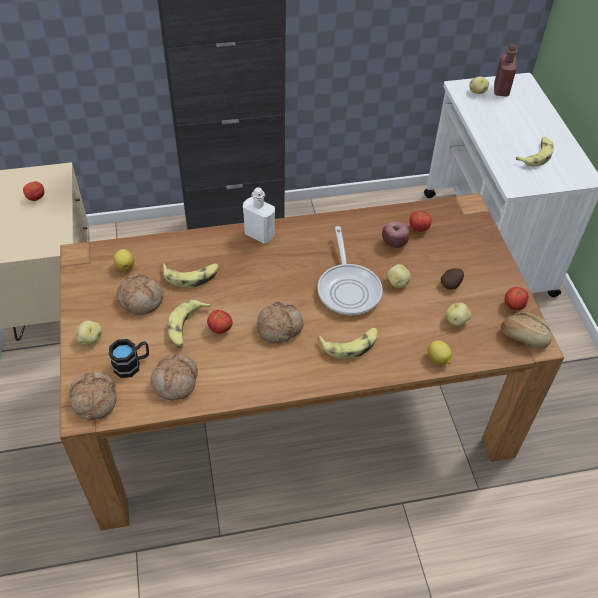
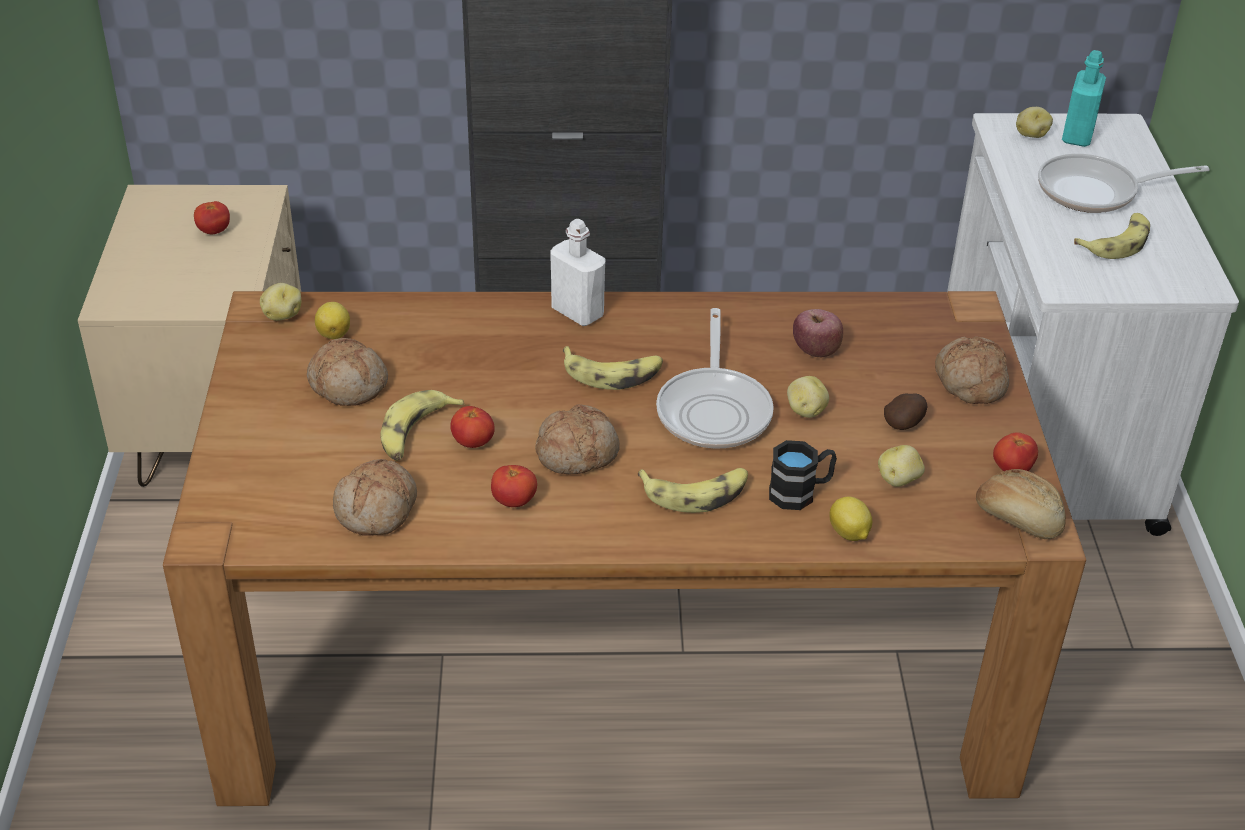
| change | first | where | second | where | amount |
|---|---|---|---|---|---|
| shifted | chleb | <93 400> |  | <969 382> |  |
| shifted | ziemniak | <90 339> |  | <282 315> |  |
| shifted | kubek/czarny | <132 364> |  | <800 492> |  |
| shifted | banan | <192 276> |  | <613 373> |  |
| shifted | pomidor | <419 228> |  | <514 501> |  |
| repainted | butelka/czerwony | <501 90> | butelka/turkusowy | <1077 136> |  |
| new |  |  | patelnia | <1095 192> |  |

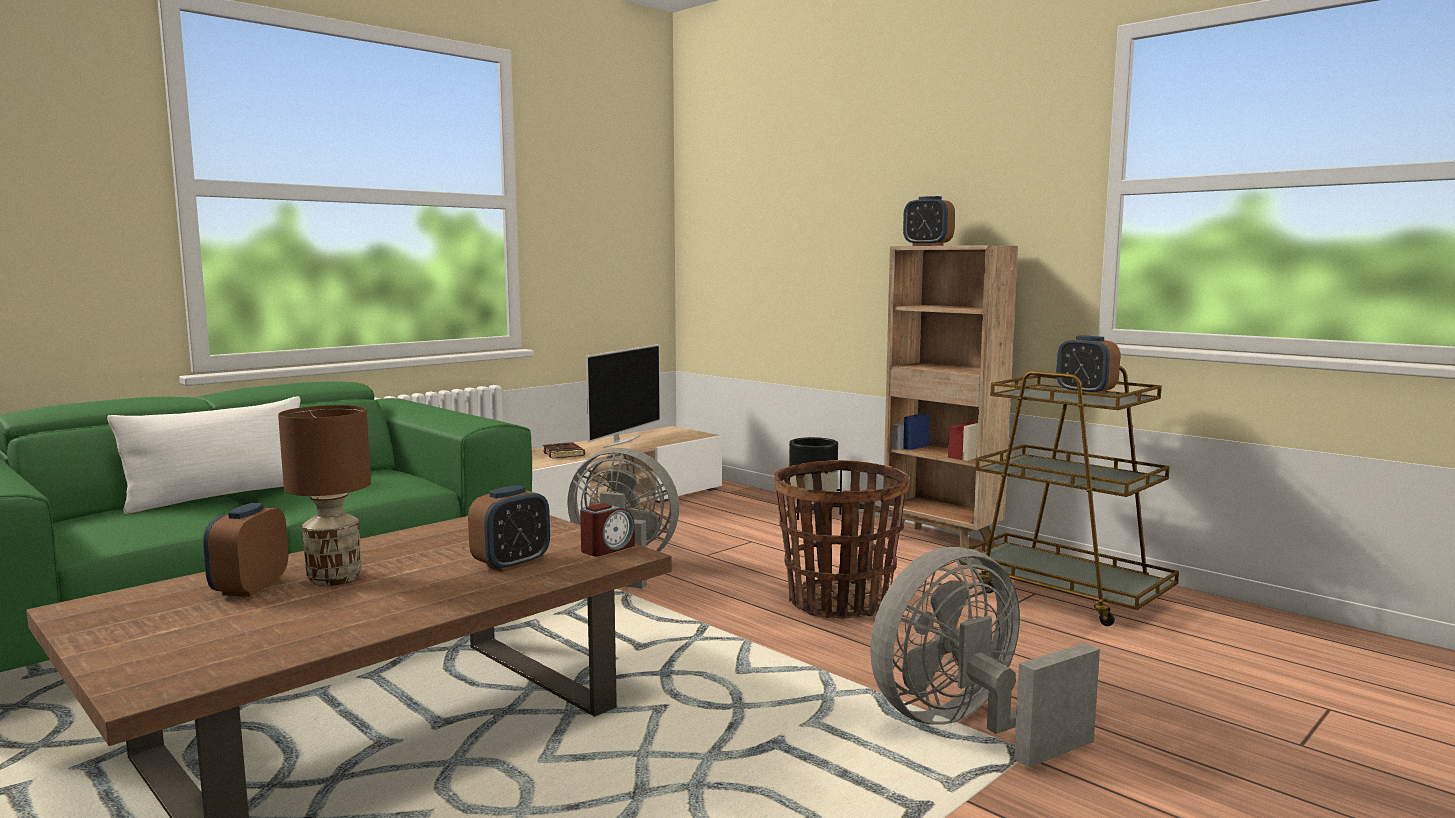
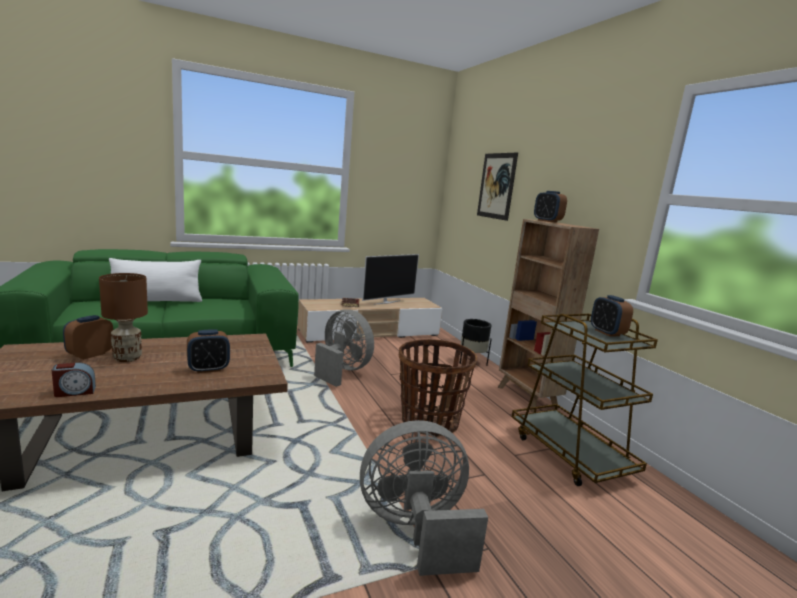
| change | first | where | second | where | amount |
|---|---|---|---|---|---|
| shifted | budzik | <607 549> |  | <75 392> |  |
| new |  |  | obraz | <496 186> |  |

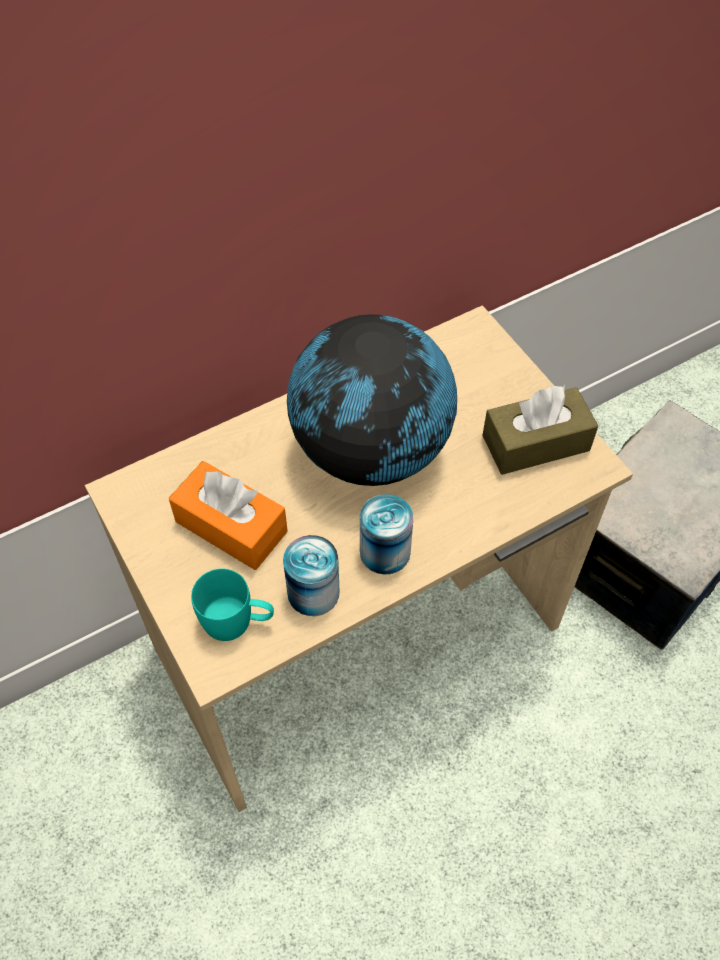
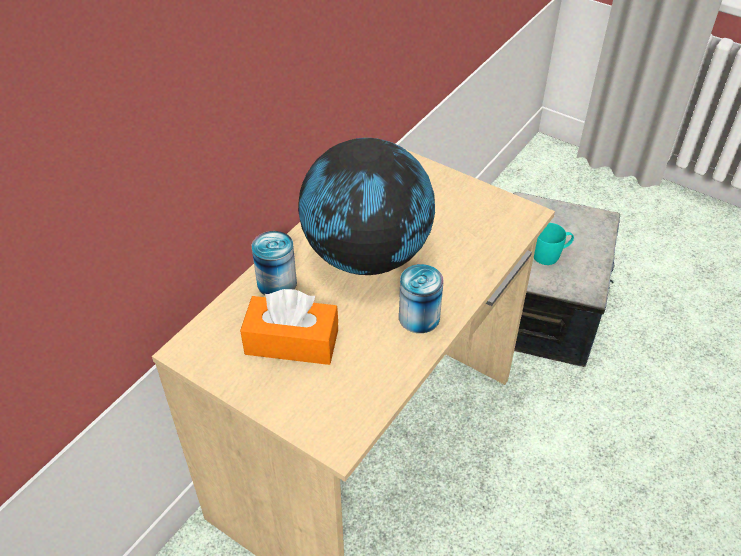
| change | first | where | second | where | amount |
|---|---|---|---|---|---|
| shifted | kubek/turkusowy | <237 621> |  | <551 255> |  |
| shifted | puszka | <313 592> |  | <277 283> |  |
| gone | pudełko chusteczek/brązowy | <535 443> |  |  |  |

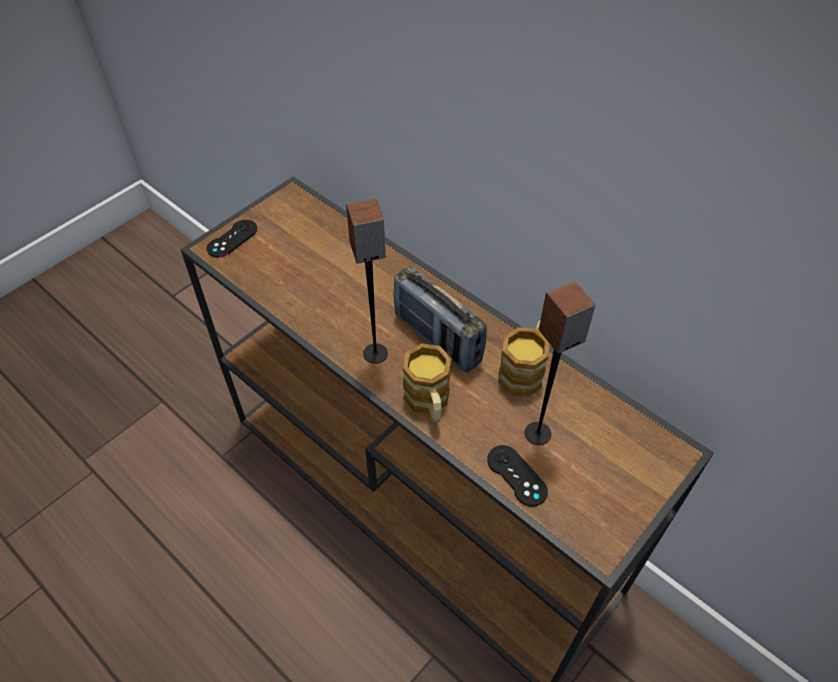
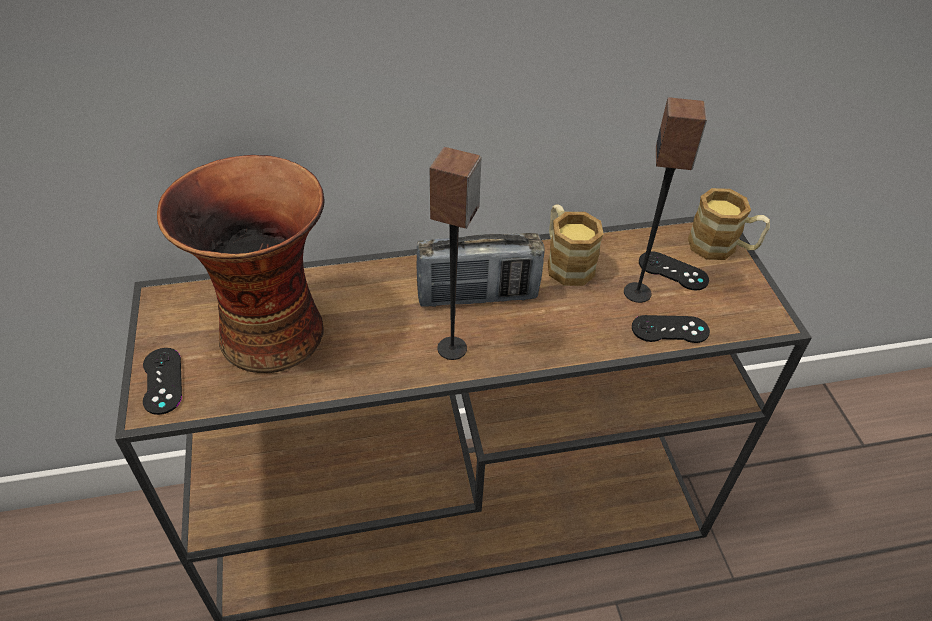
| change | first | where | second | where | amount |
|---|---|---|---|---|---|
| shifted | kubek | <429 403> |  | <722 247> |  |
| new |  |  | wazon | <271 330> |  |
| new |  |  | pad do gier/czarny | <673 271> |  |

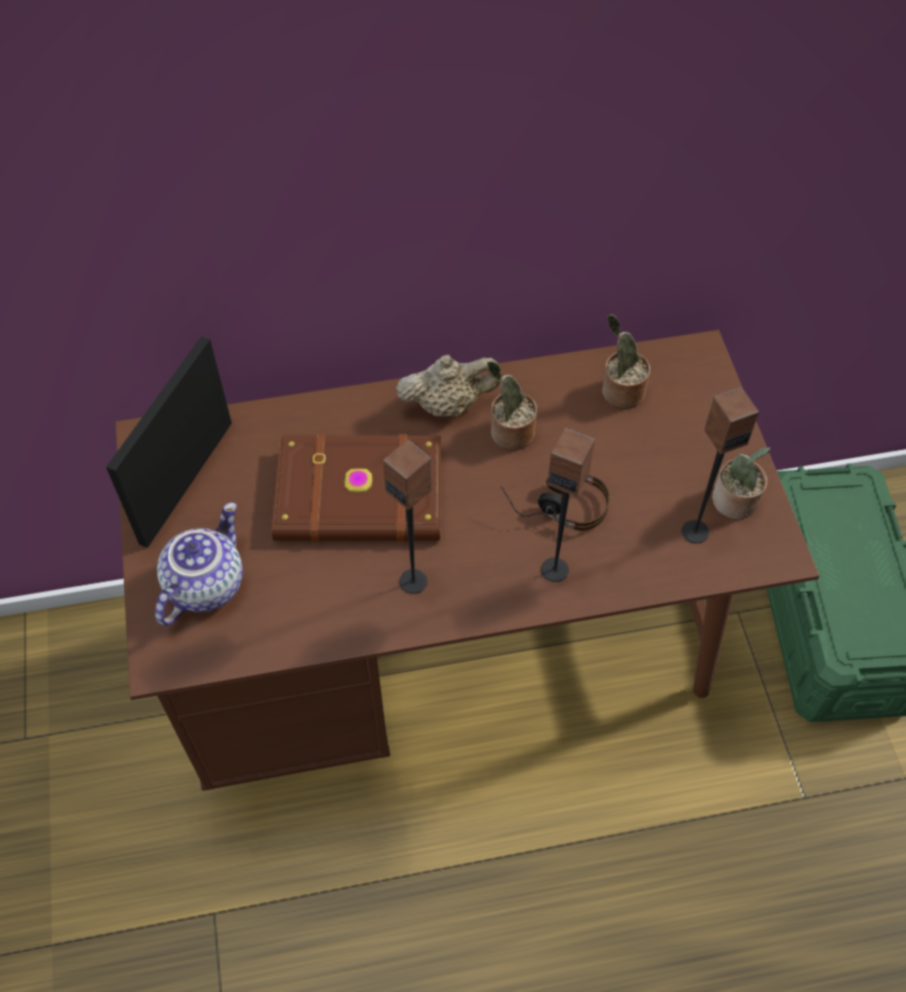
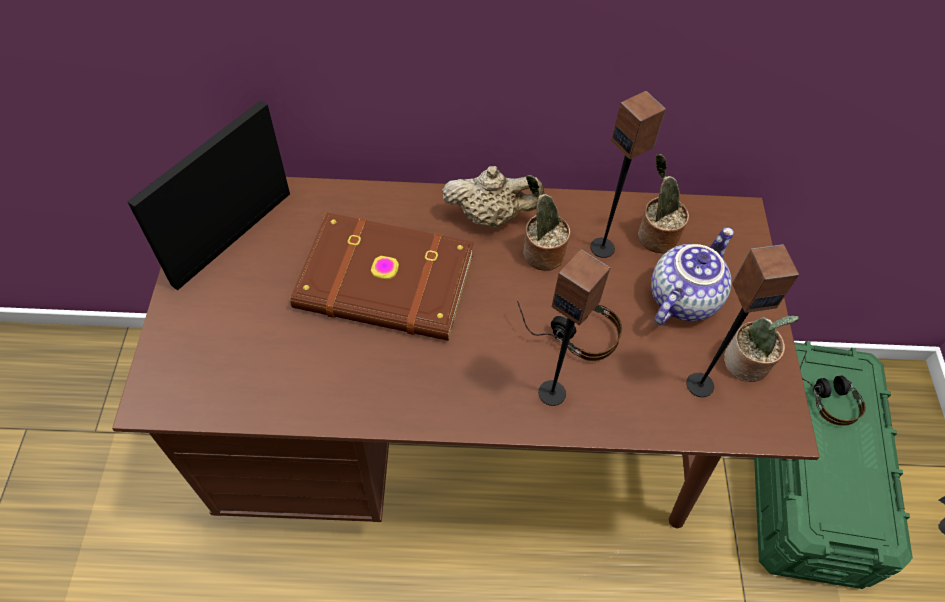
| change | first | where | second | where | amount |
|---|---|---|---|---|---|
| shifted | imbryk | <204 584> |  | <681 297> |  |
| shifted | głośnik | <414 581> |  | <603 247> |  |
| new |  |  | słuchawki | <825 392> |  |

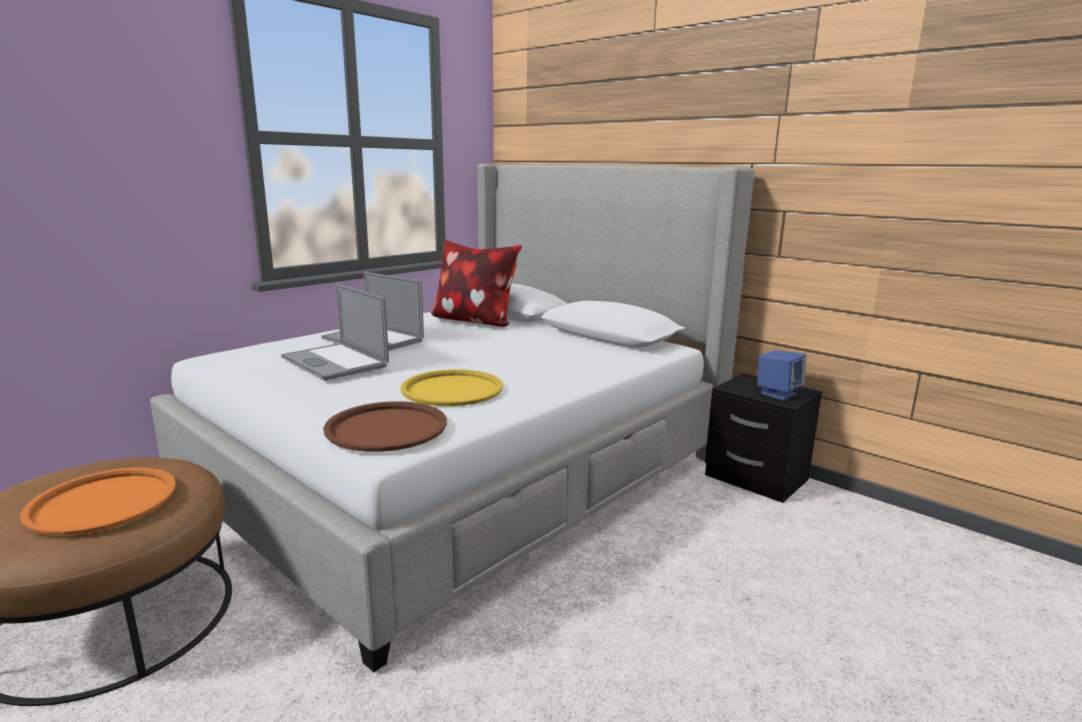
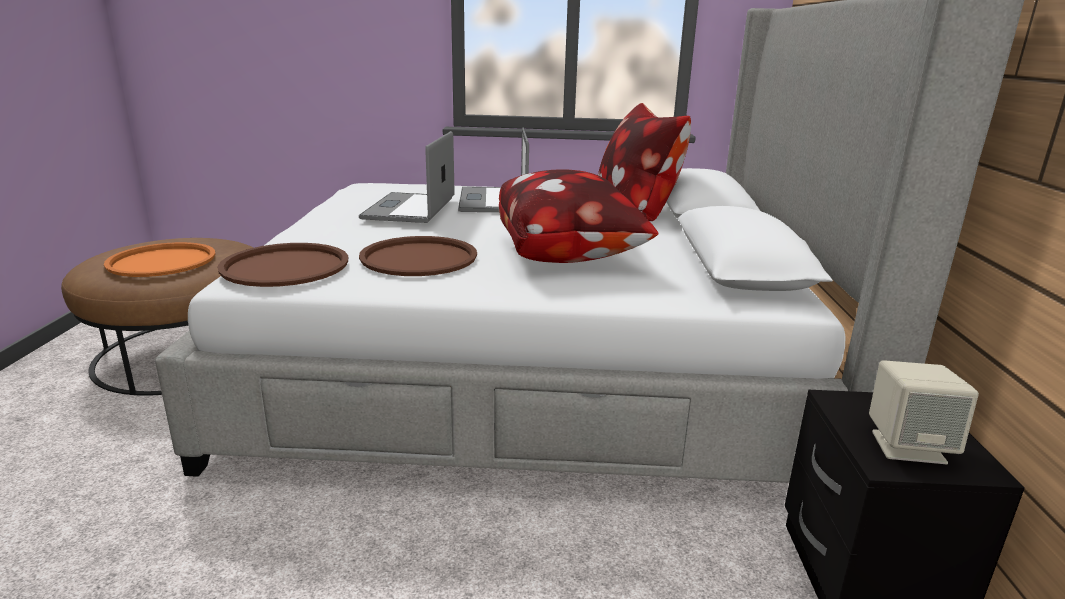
| change | first | where | second | where | amount |
|---|---|---|---|---|---|
| repainted | taca/żółty | <452 389> | taca/brązowy | <419 258> |  |
| repainted | głośnik/niebieski | <778 393> | głośnik/beżowy | <907 446> |  |
| new |  |  | poduszka | <569 256> |  |

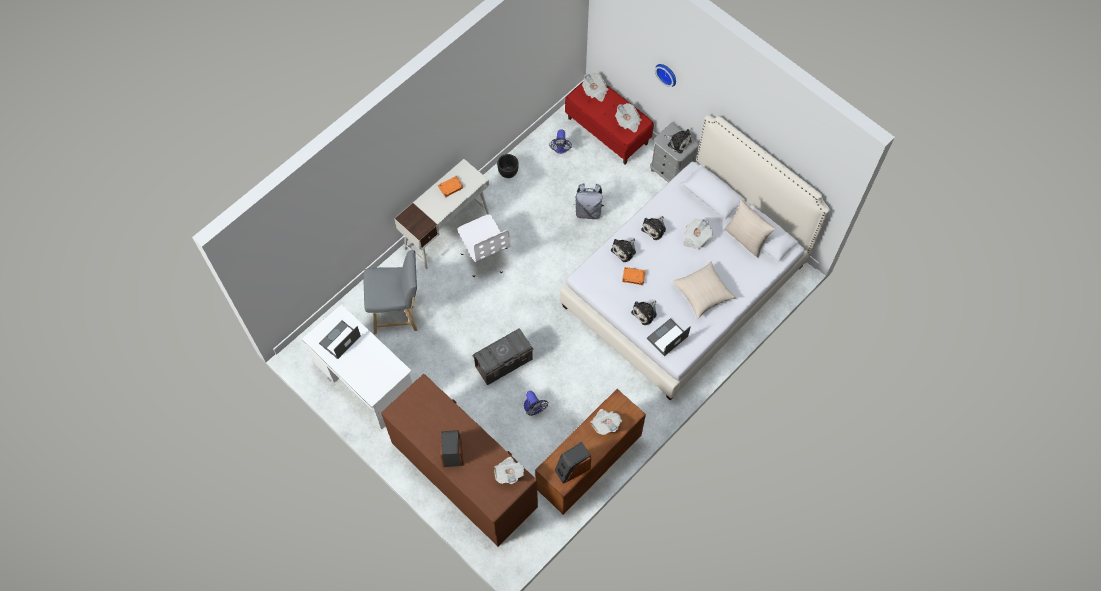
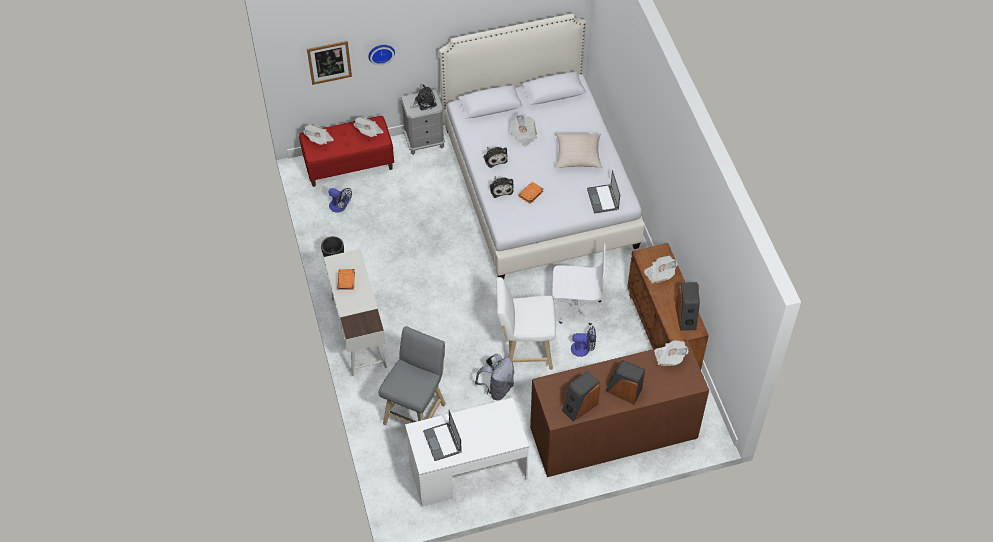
| change | first | where | second | where | amount |
|---|---|---|---|---|---|
| shifted | krzesło biurowe/biały | <485 257> |  | <575 306> |  |
| swapped | pojemnik do przechowywania/szary | <504 363> | stołek/biały | <524 351> |  |
| shifted | plecak/szary | <588 211> |  | <497 388> |  |
| gone | pluszak | <645 313> |  |  |  |
| gone | poduszka/beżowy | <746 239> |  |  |  |
| new |  |  | obraz | <329 62> |  |
| new |  |  | głośnik | <579 406> |  |

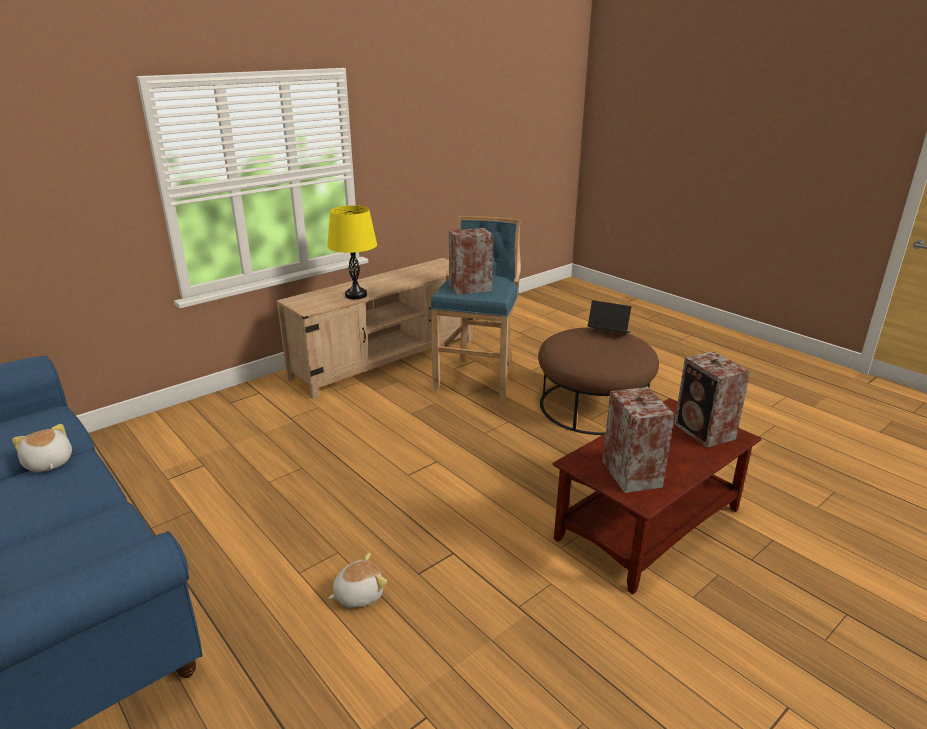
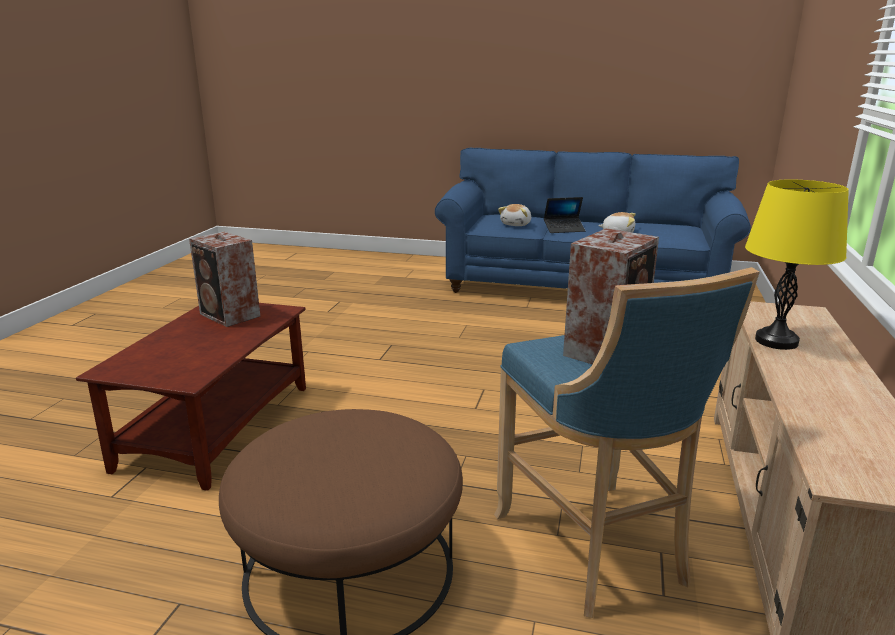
| change | first | where | second | where | amount |
|---|---|---|---|---|---|
| shifted | pluszak | <358 594> |  | <516 224> |  |
| shifted | laptop | <608 333> |  | <564 229> |  |
| gone | głośnik | <704 432> |  |  |  |

